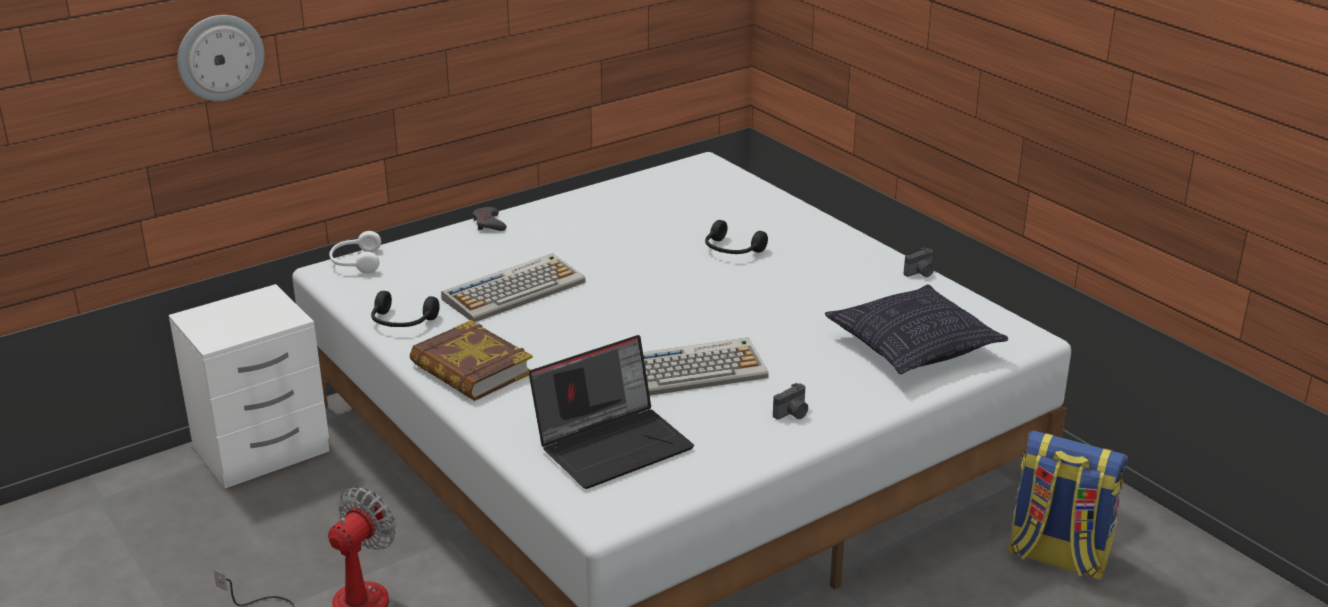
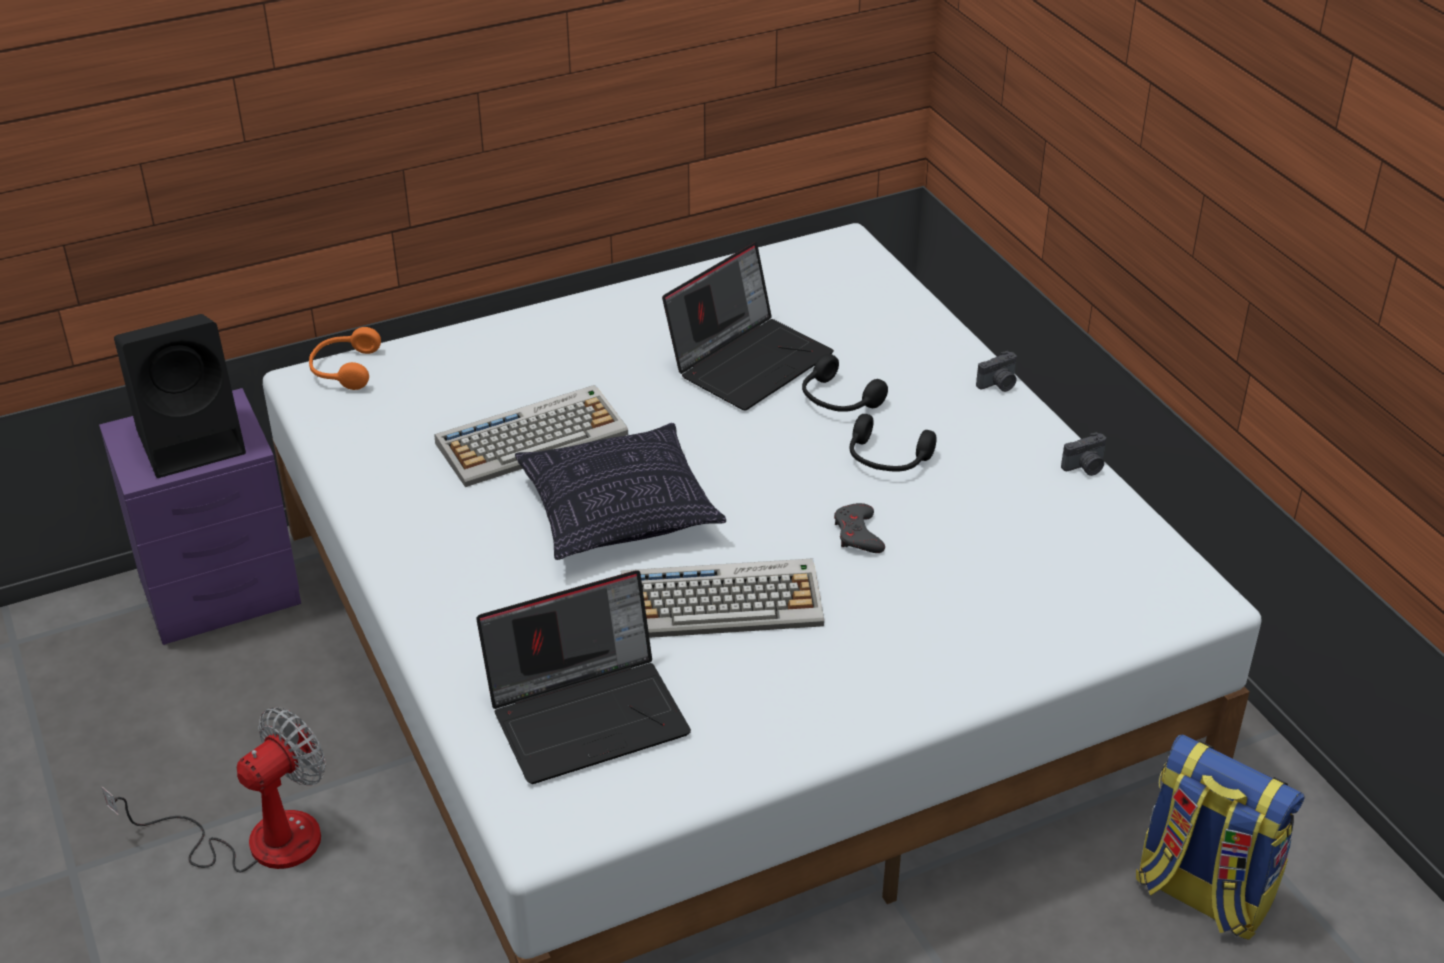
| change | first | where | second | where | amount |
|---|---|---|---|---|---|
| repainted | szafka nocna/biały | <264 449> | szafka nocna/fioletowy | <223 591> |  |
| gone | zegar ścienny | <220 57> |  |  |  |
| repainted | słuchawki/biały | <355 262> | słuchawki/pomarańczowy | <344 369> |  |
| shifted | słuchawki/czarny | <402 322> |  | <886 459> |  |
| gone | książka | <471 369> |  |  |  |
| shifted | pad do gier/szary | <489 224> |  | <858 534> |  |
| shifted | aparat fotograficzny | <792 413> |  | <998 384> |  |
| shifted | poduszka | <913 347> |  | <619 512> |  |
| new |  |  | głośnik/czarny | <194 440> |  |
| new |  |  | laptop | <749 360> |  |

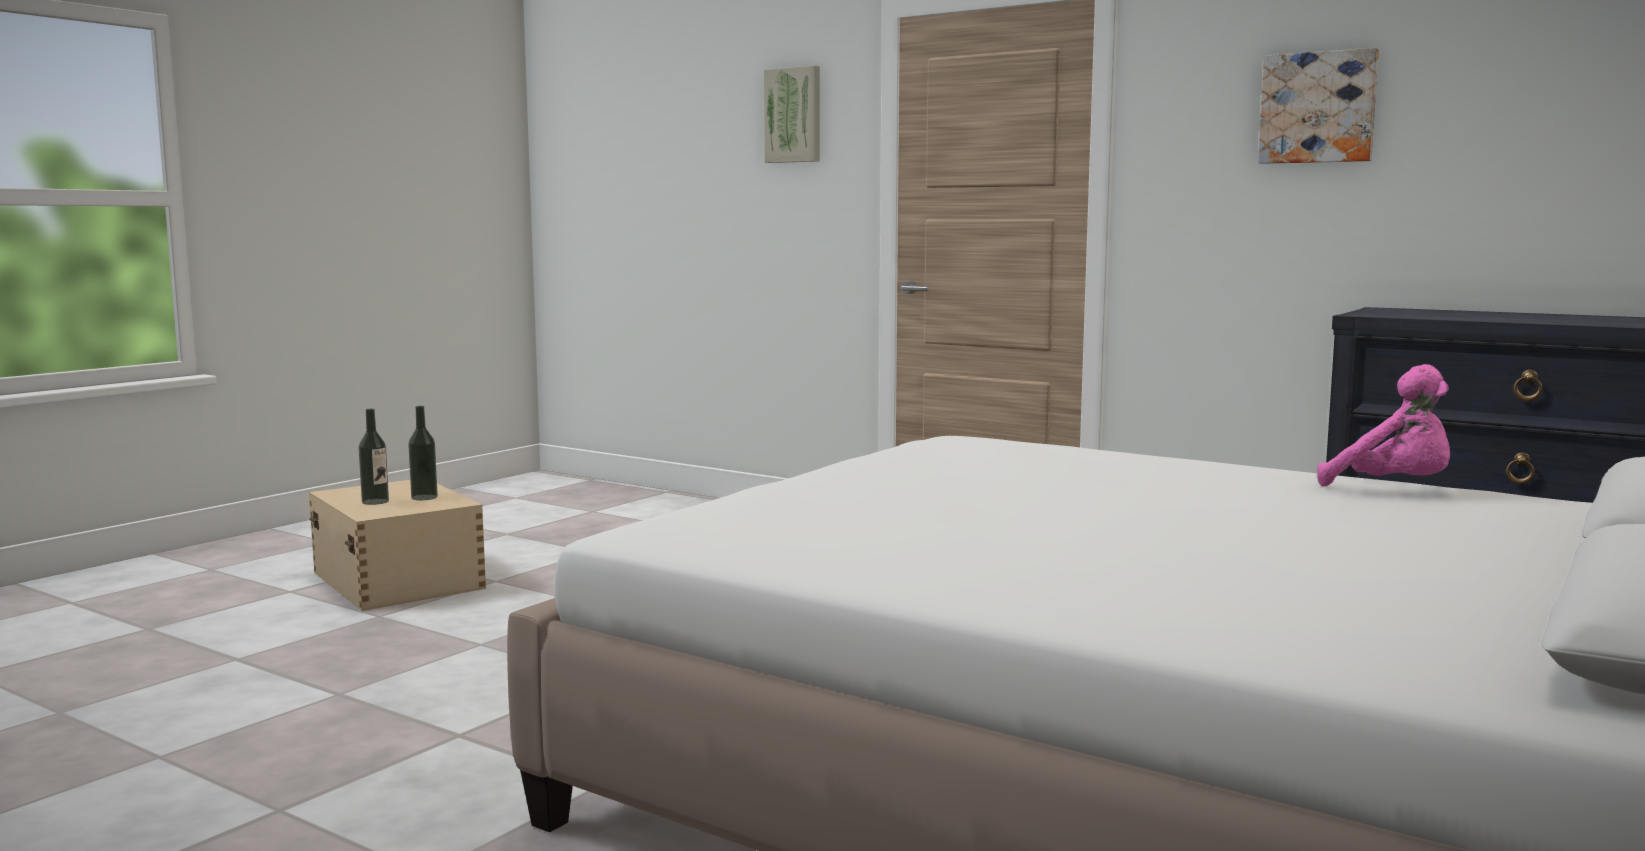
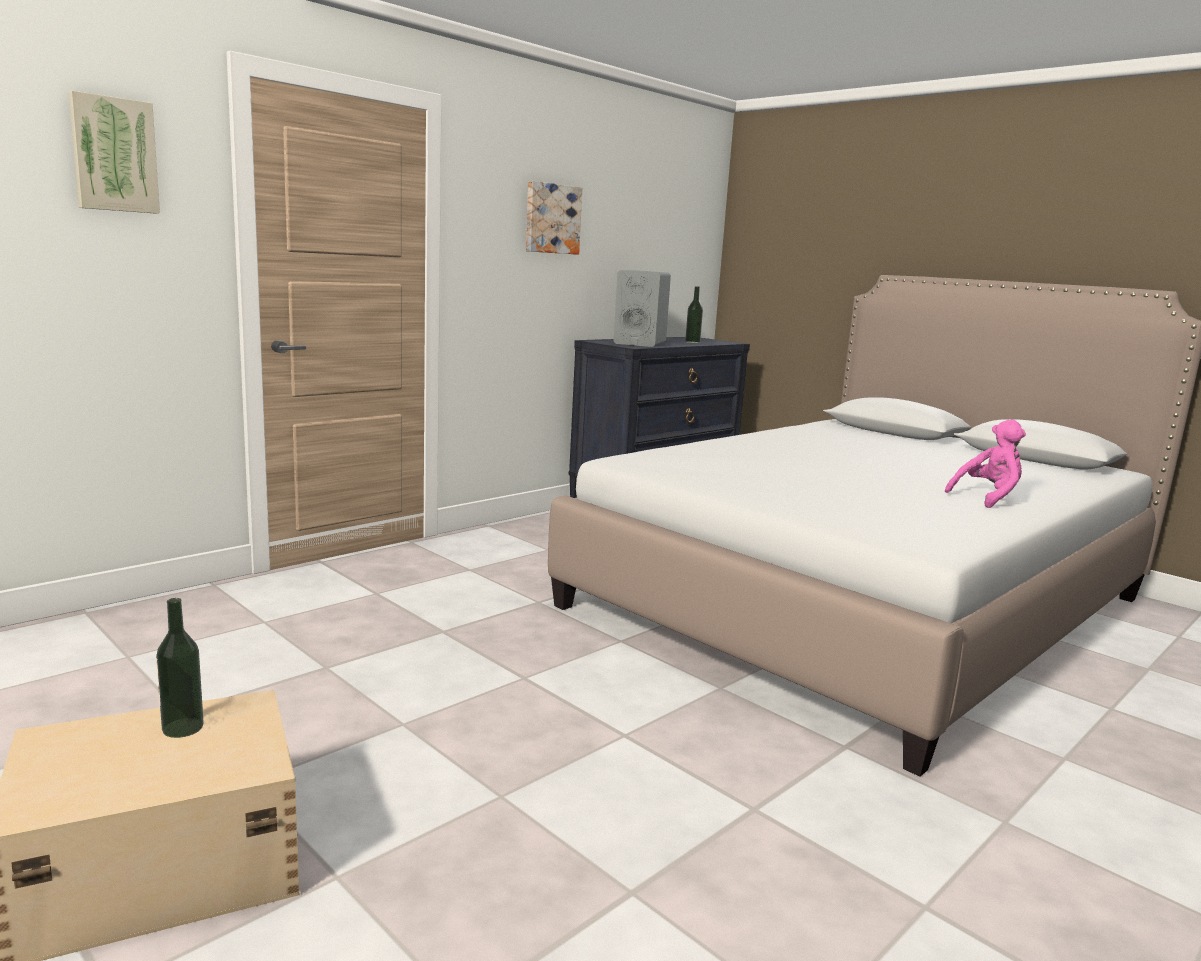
| change | first | where | second | where | amount |
|---|---|---|---|---|---|
| shifted | butelka | <375 502> |  | <692 342> |  |
| shifted | pluszak/różowy | <1394 489> |  | <988 498> |  |
| new |  |  | głośnik/szary | <640 343> |  |

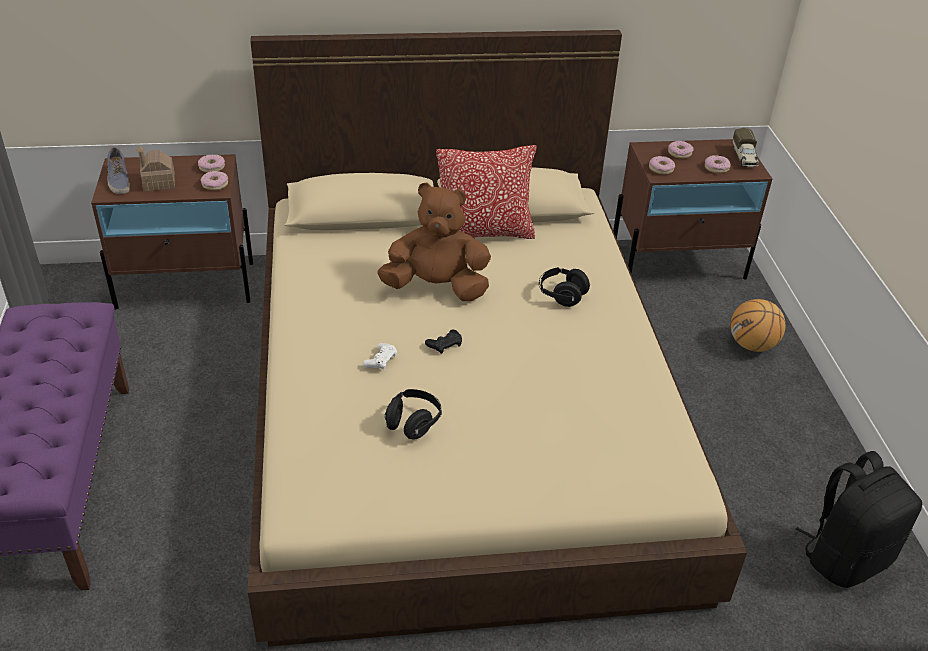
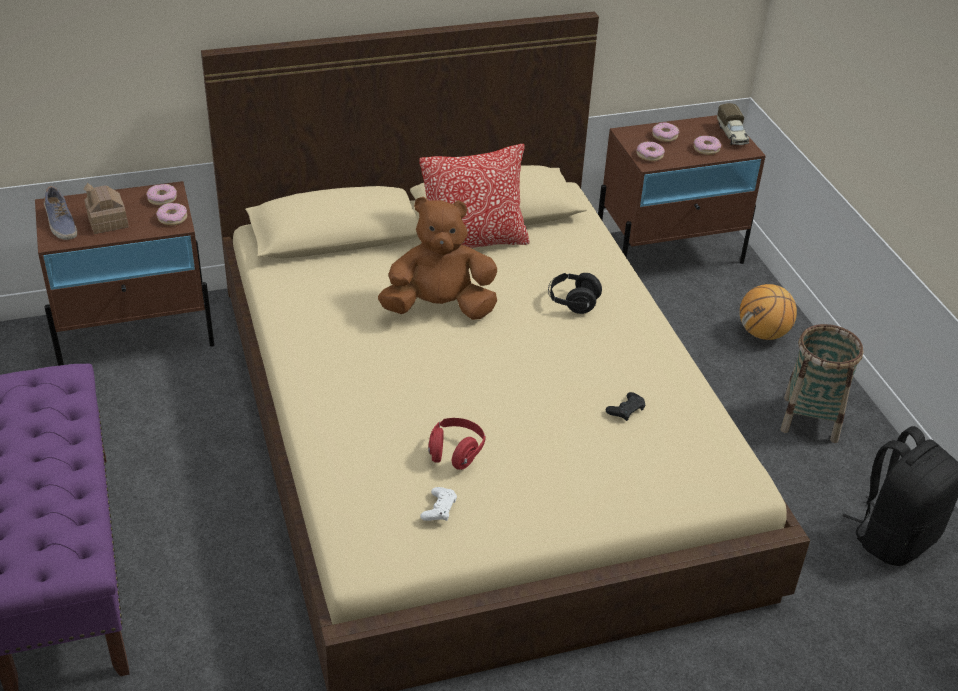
| change | first | where | second | where | amount |
|---|---|---|---|---|---|
| shifted | pad do gier/biały | <381 360> |  | <439 509> |  |
| repainted | słuchawki/czarny | <413 423> | słuchawki/czerwony | <455 453> |  |
| shifted | pad do gier/czarny | <444 344> |  | <626 410> |  |
| new |  |  | koszyk | <810 419> |  |

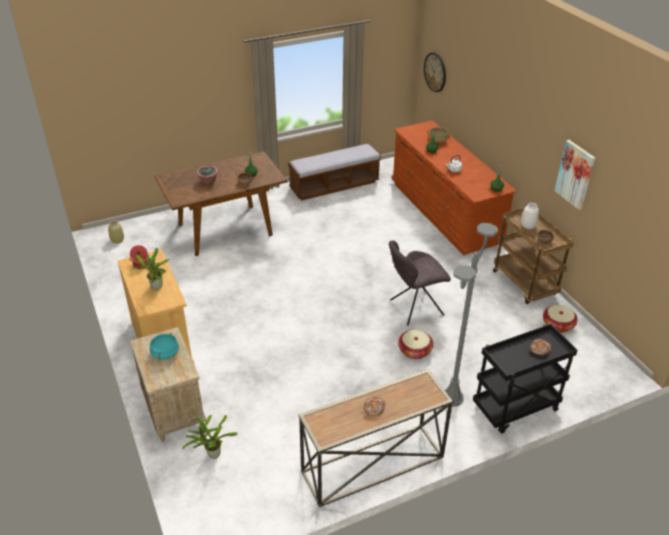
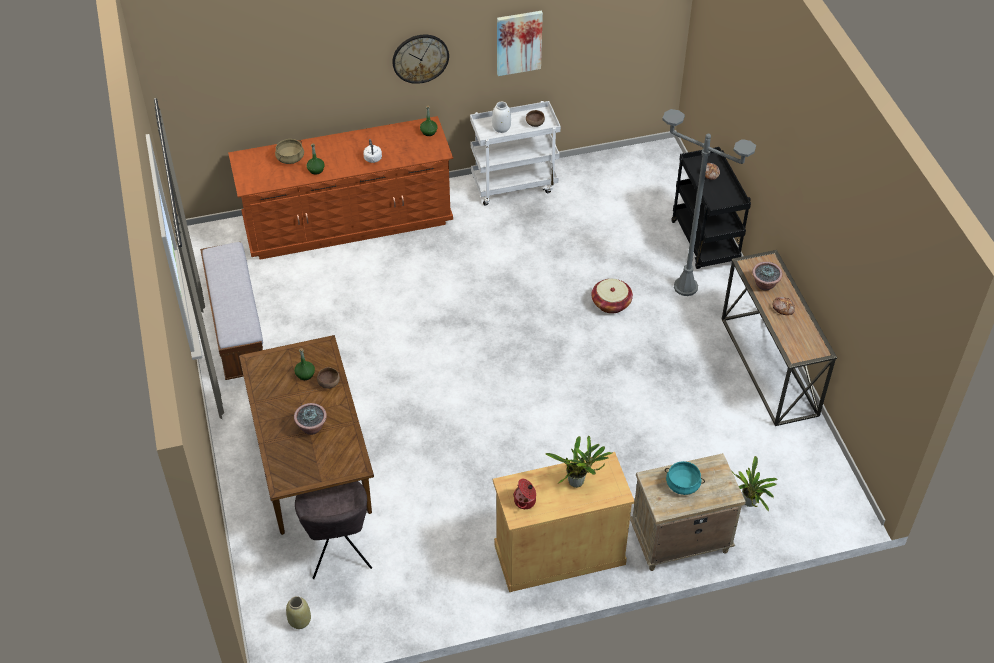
| change | first | where | second | where | amount |
|---|---|---|---|---|---|
| shifted | krzesło/szary | <414 308> |  | <338 552> |  |
| shifted | zegar ścienny | <435 72> |  | <420 58> |  |
| repainted | wózek/brązowy | <525 284> | wózek/biały | <514 184> |  |
| gone | koszyk | <558 325> |  |  |  |
| new |  |  | roślina doniczkowa | <765 285> |  |

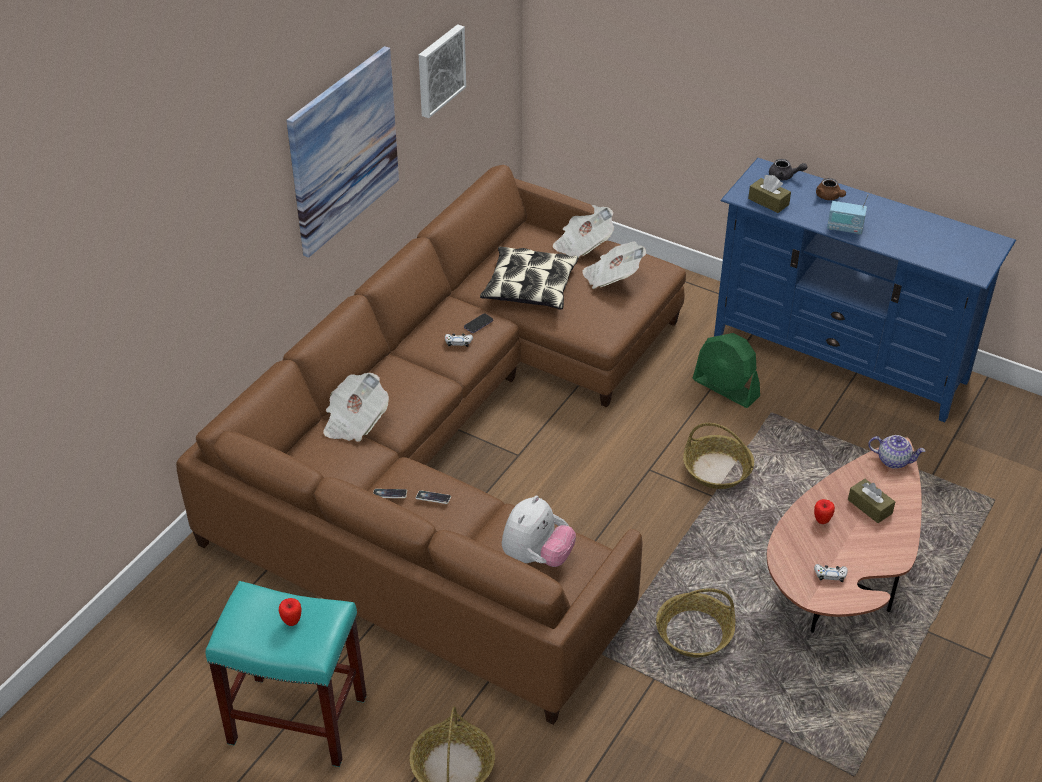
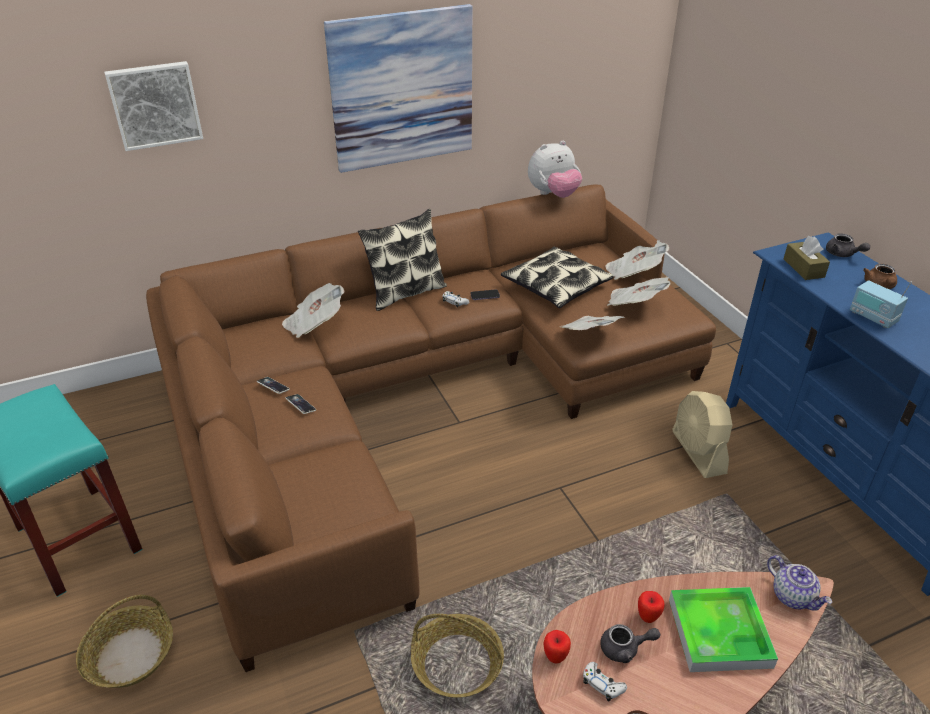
| change | first | where | second | where | amount |
|---|---|---|---|---|---|
| shifted | jabłko | <292 621> |  | <555 657> |  |
| shifted | obraz | <439 70> |  | <155 105> |  |
| shifted | pluszak | <536 557> |  | <553 195> |  |
| gone | koszyk | <717 470> |  |  |  |
| repainted | wentylator/zielony | <726 388> | wentylator/beżowy | <698 452> |  |
| swapped | pudełko chusteczek/brązowy | <870 506> | taca | <719 633> |  |
| new |  |  | poduszka | <405 292> |  |
| new |  |  | gazeta | <590 335> |  |
| new |  |  | imbryk/szary | <625 649> |  |

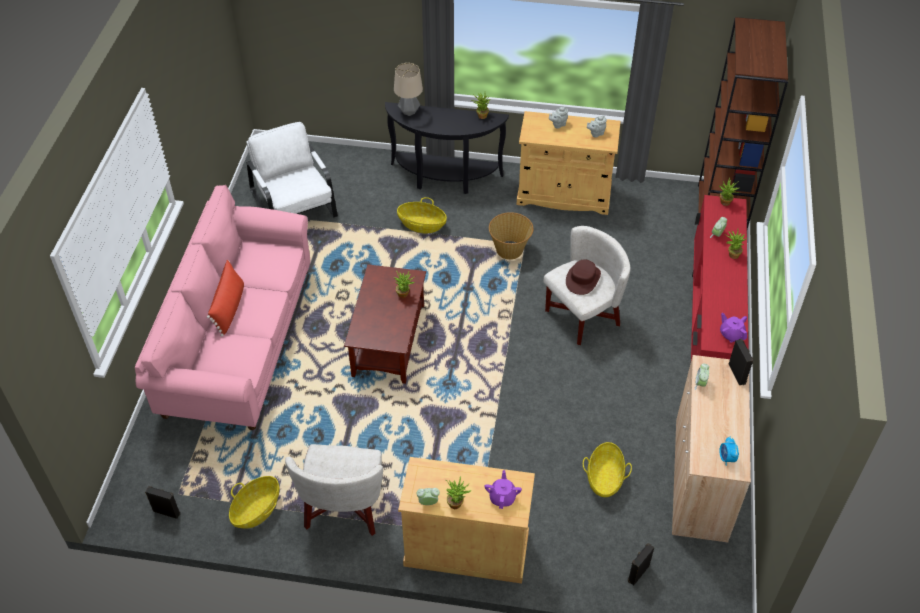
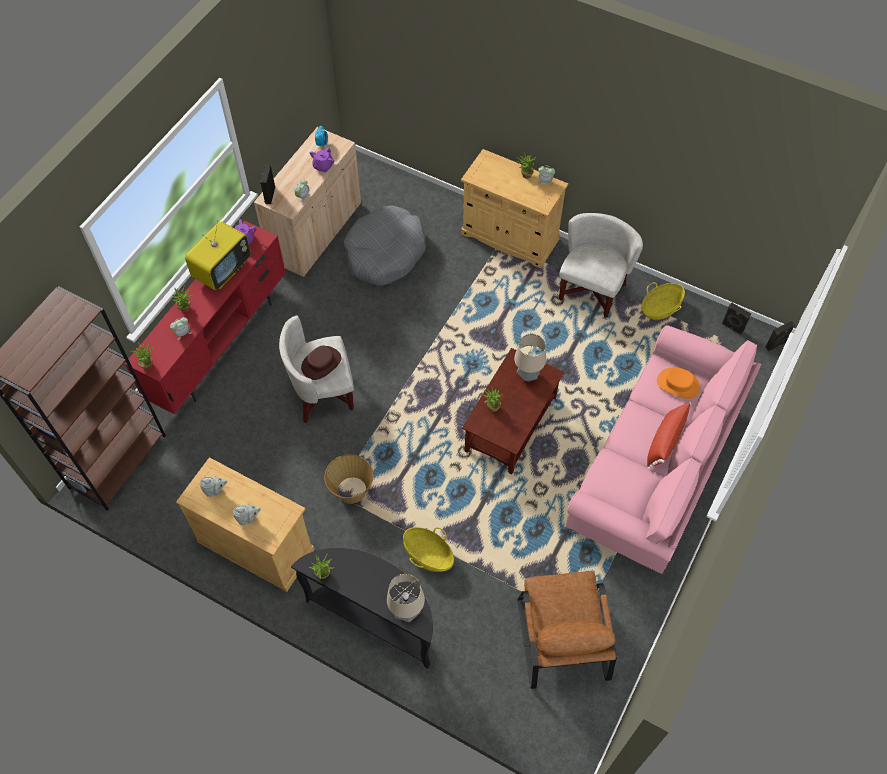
| change | first | where | second | where | amount |
|---|---|---|---|---|---|
| repainted | fotel/biały | <294 204> | fotel/brązowy | <562 637> |  |
| shifted | imbryk/fioletowy | <502 497> |  | <323 166> |  |
| swapped | koszyk | <604 478> | legowisko/szary | <385 253> |  |
| shifted | głośnik/czarny | <637 573> |  | <776 345> |  |
| new |  |  | telewizor | <222 270> |  |
| new |  |  | lampa stołowa | <527 376> |  |
| new |  |  | kapelusz/pomarańczowy | <678 384> |  |

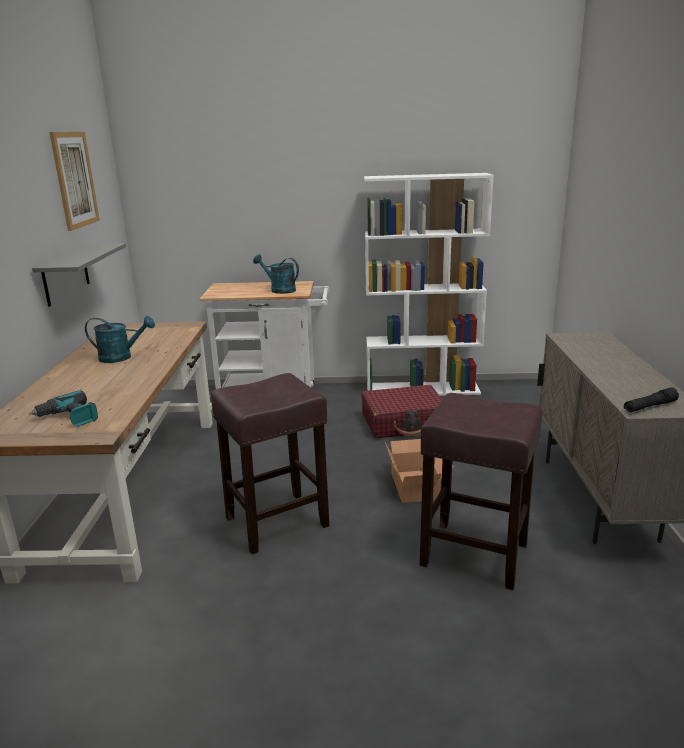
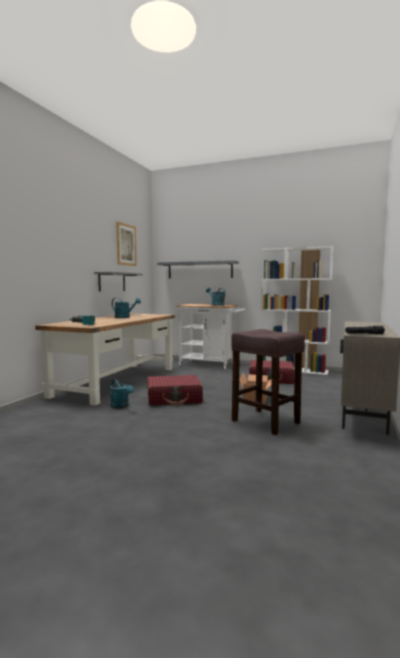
| change | first | where | second | where | amount |
|---|---|---|---|---|---|
| swapped | stołek/brązowy | <278 521> | walizka/czerwony | <174 398> |  |
| new |  |  | konewka/turkusowy | <121 406> |  |
| new |  |  | półka/szary | <199 270> |  |

